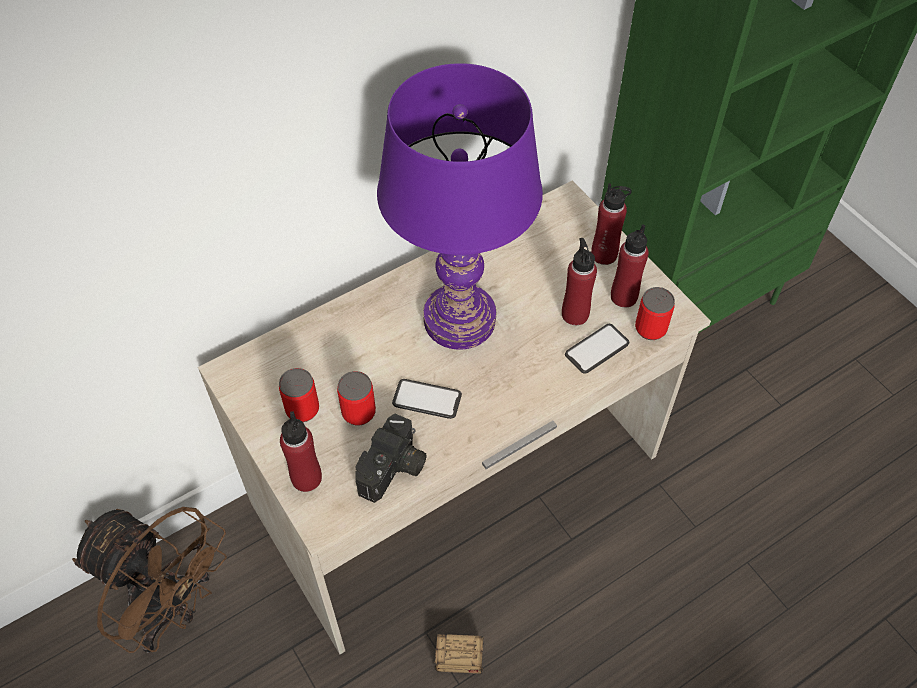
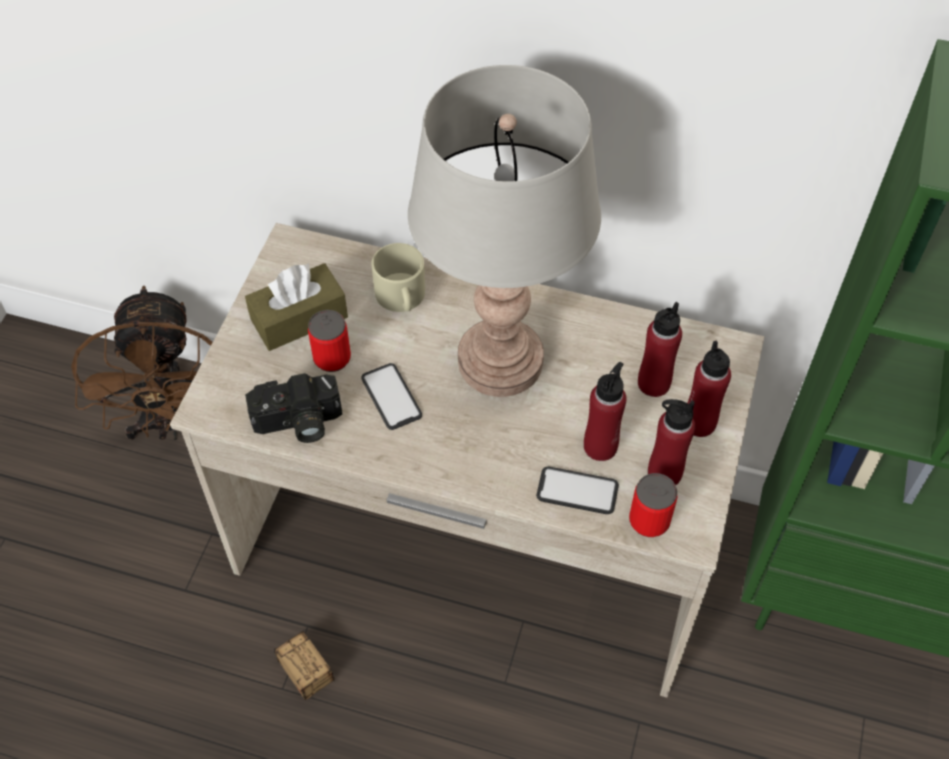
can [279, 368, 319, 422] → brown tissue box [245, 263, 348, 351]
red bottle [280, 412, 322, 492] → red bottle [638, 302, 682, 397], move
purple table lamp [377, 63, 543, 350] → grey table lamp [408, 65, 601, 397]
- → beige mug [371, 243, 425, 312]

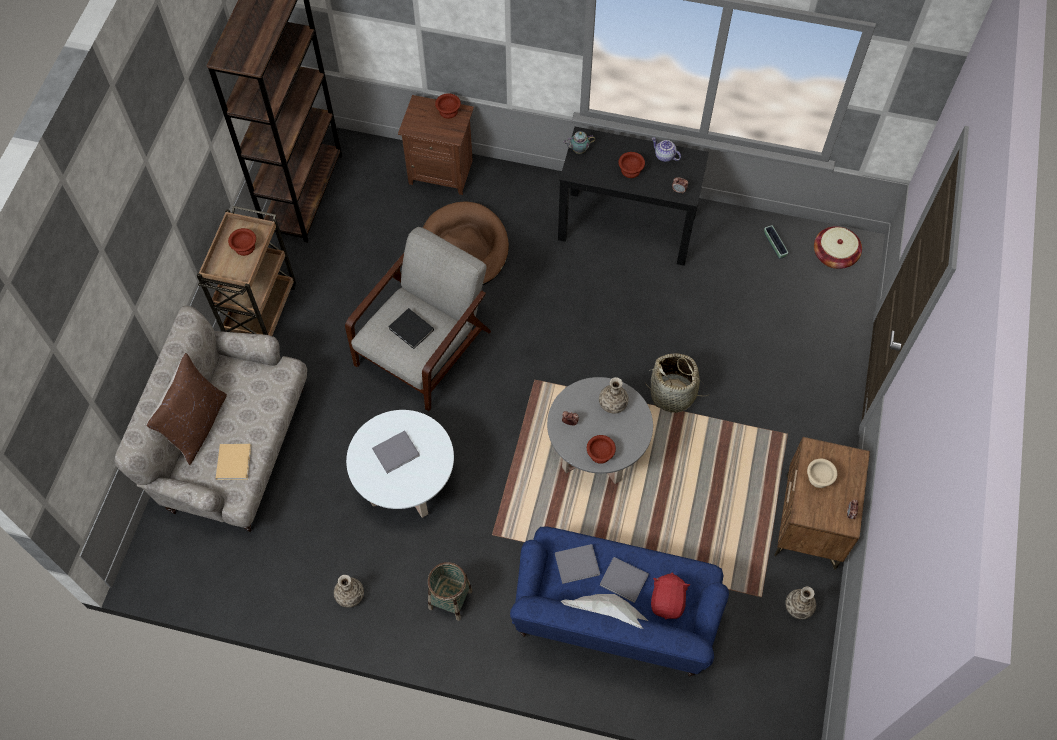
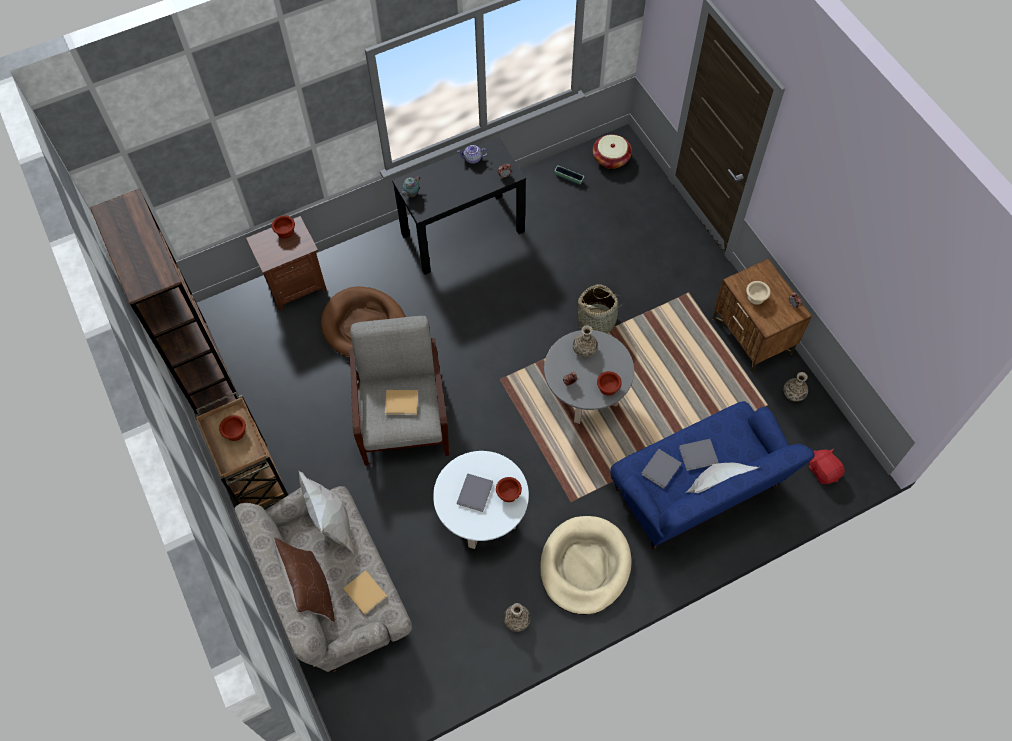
black book [388, 308, 434, 349] → beige book [385, 390, 418, 415]
basket [428, 562, 472, 621] → beige dog bed [540, 516, 632, 615]
brown bowl [618, 152, 645, 178] → brown bowl [496, 477, 522, 502], move
red plush toy [651, 573, 690, 619] → red plush toy [809, 448, 845, 484], move
- → white pillow [298, 470, 355, 555]

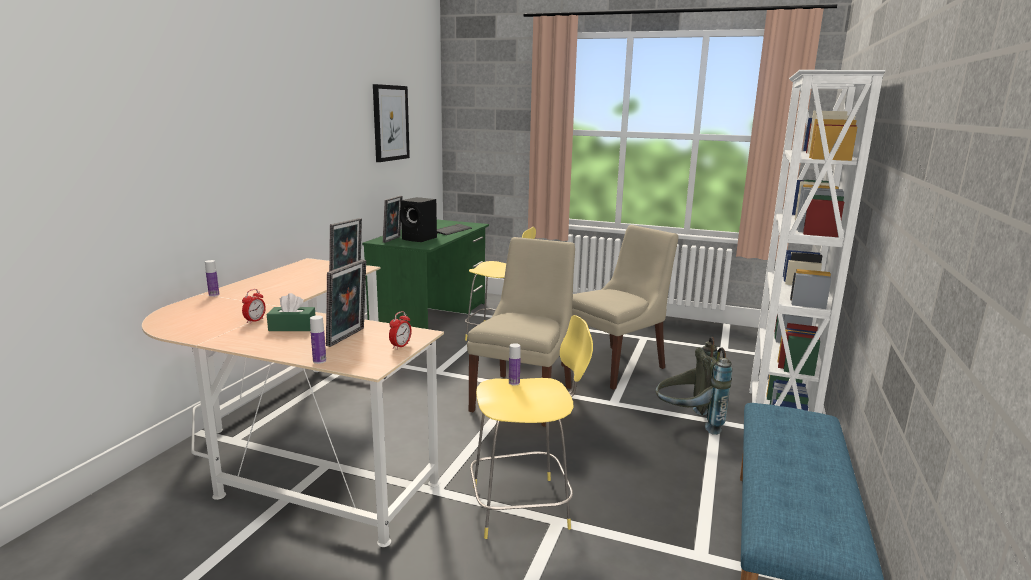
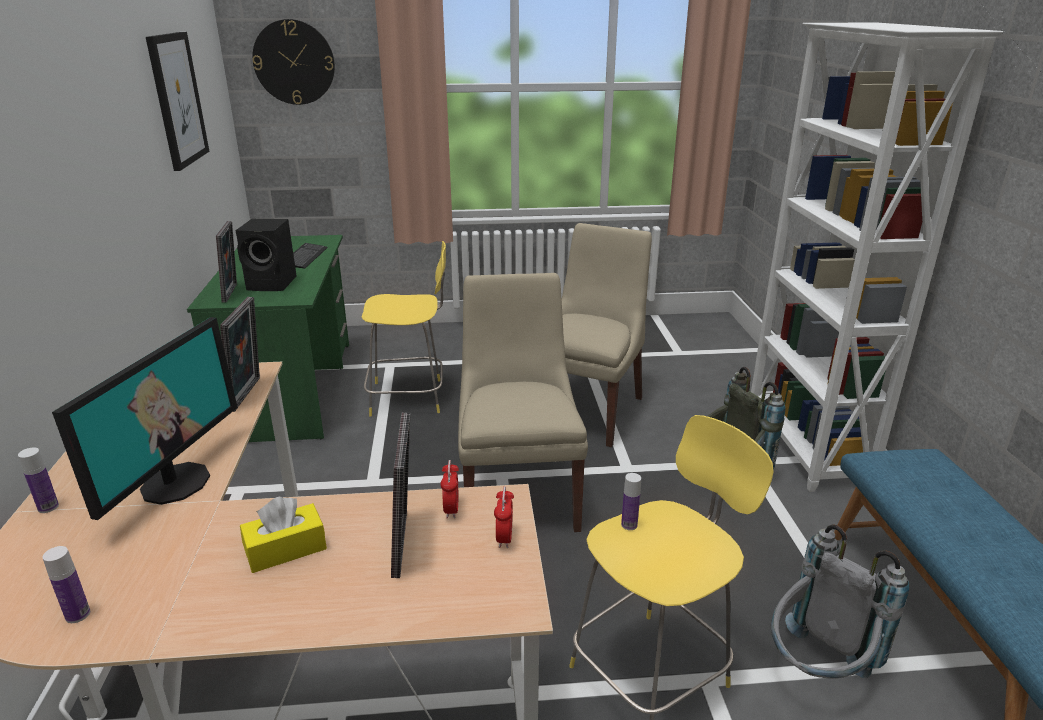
alarm clock [242, 289, 266, 324] → alarm clock [440, 460, 459, 518], move
green tissue box [267, 293, 316, 331] → yellow tissue box [240, 497, 327, 573]
bottle [310, 315, 326, 364] → bottle [42, 546, 90, 623], move
- → monitor [52, 317, 238, 520]
- → wall clock [252, 19, 335, 105]
- → grey backpack [771, 524, 909, 679]

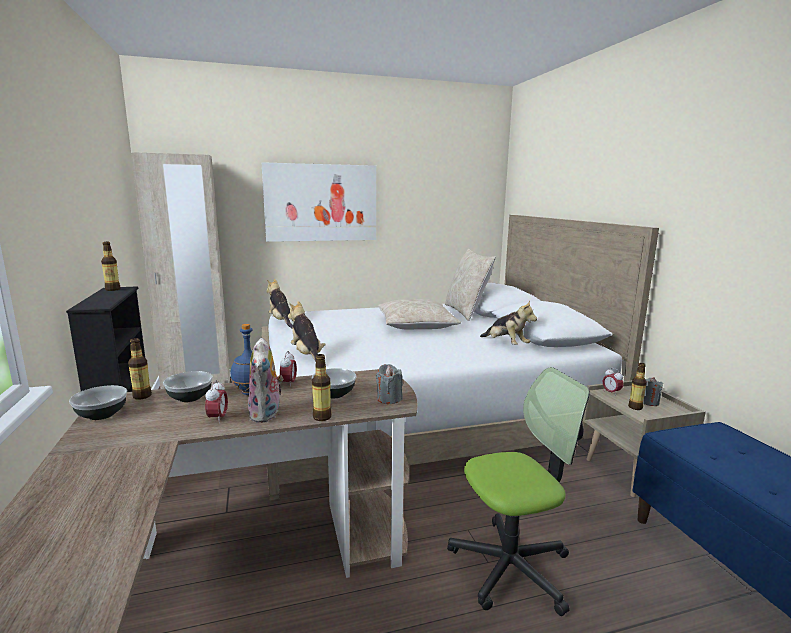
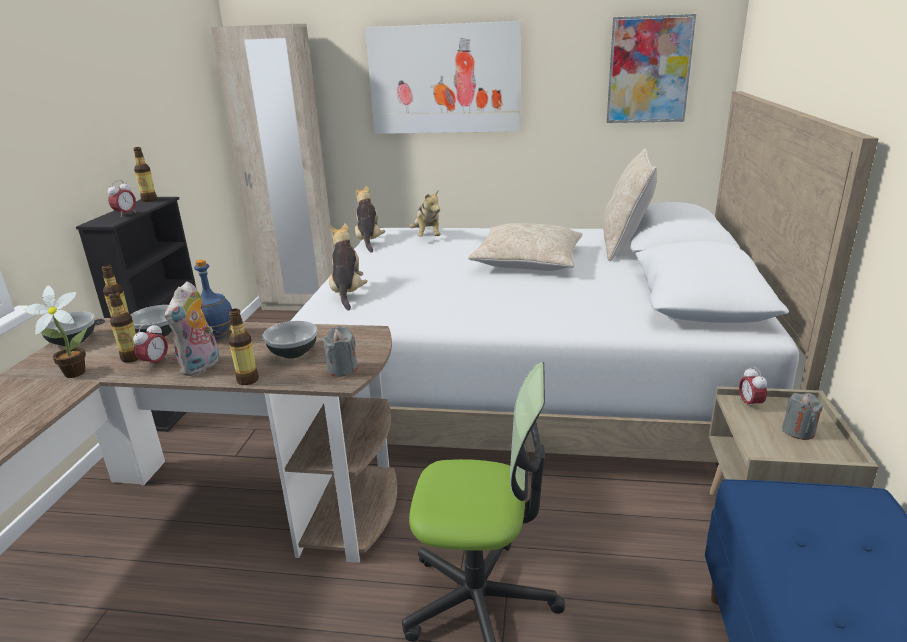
alarm clock [280, 351, 297, 387] → alarm clock [108, 180, 136, 217], move
plush toy [480, 300, 537, 345] → plush toy [410, 190, 440, 237], move
bottle [628, 363, 647, 410] → bottle [108, 291, 139, 363], move
- → potted plant [24, 286, 87, 378]
- → picture [607, 14, 696, 123]

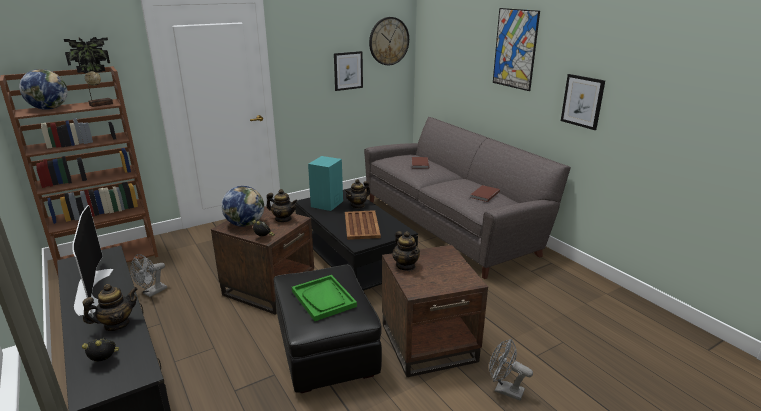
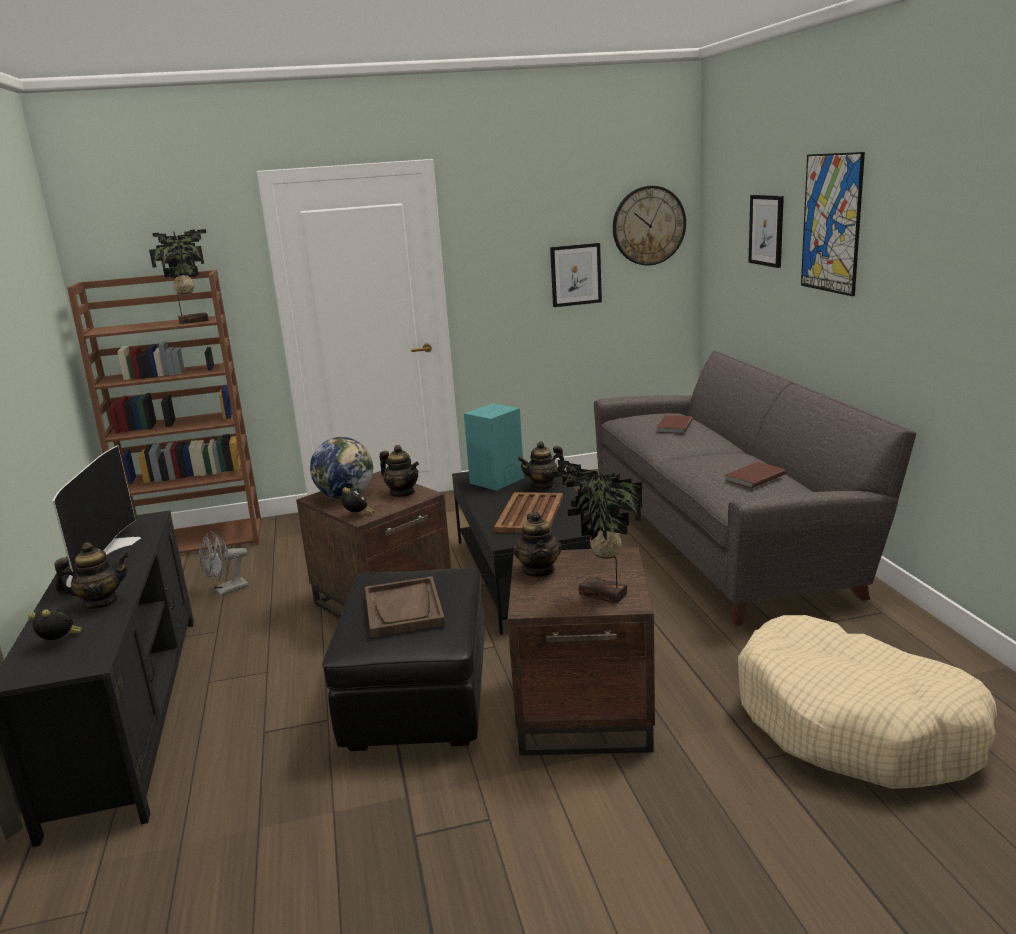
globe [19, 69, 68, 110] → -
green tray [292, 275, 357, 321] → brown tray [365, 576, 445, 637]
grey fan [489, 339, 533, 401] → -
picture [561, 74, 605, 130] → picture [748, 195, 784, 268], move
- → potted plant [553, 460, 642, 603]
- → beige dog bed [738, 615, 997, 789]

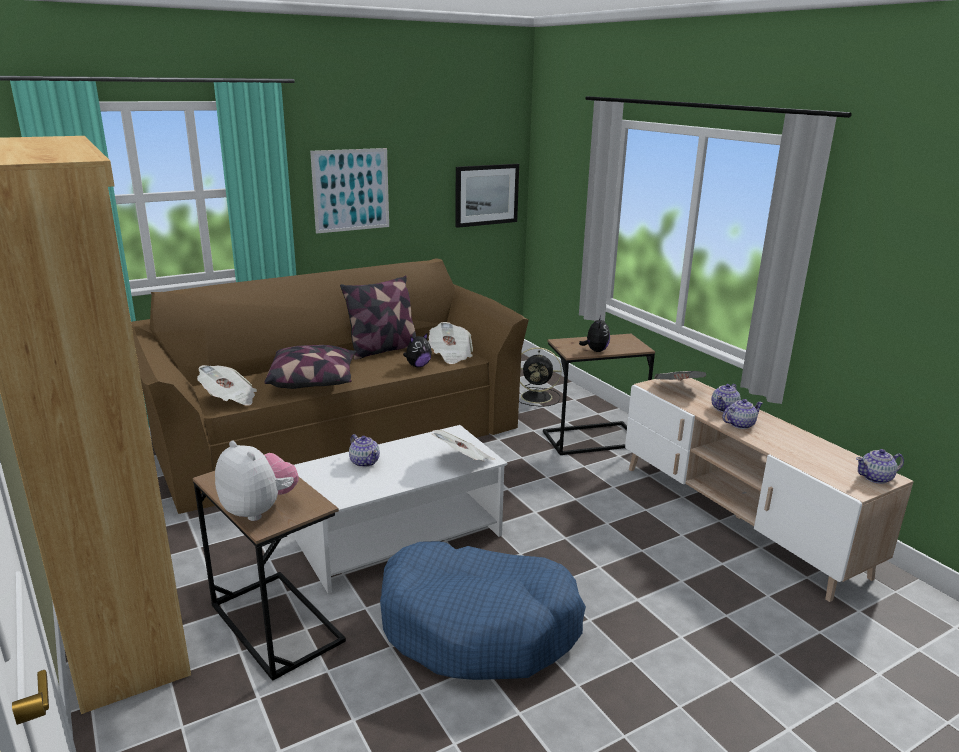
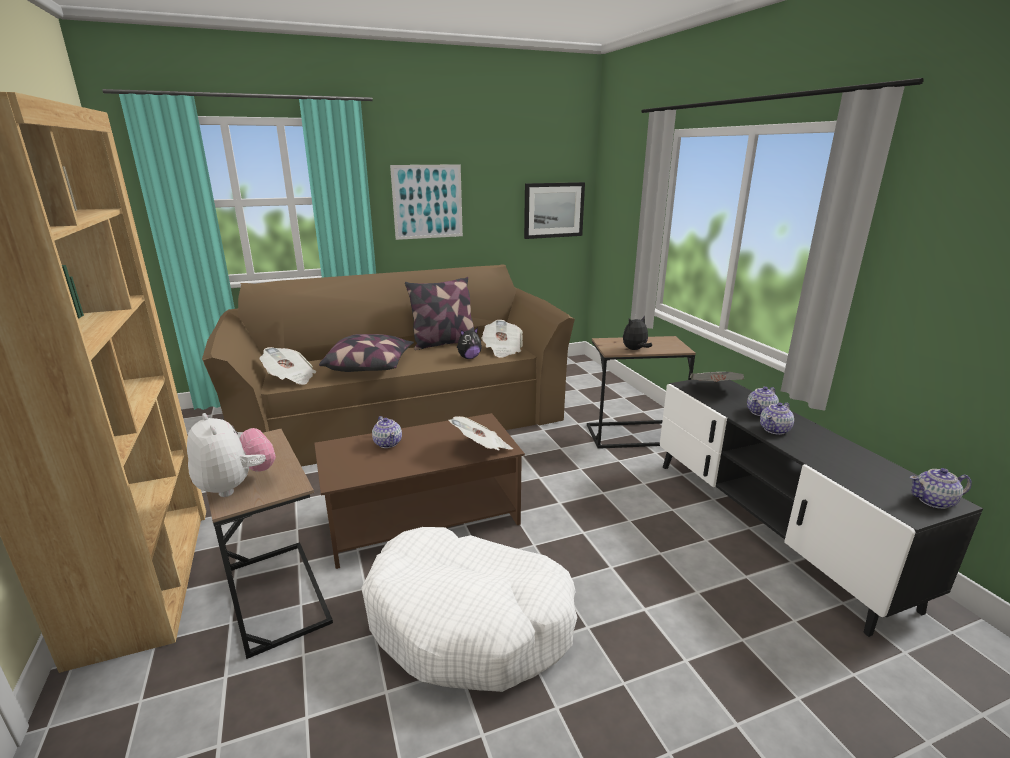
white coffee table [294, 425, 507, 594] → brown coffee table [314, 413, 525, 569]
blue dog bed [380, 541, 586, 680] → white dog bed [361, 527, 577, 692]
black fan [519, 347, 562, 407] → -
plush toy [579, 316, 610, 352] → plush toy [623, 316, 652, 350], 135 degrees counterclockwise
beige tv stand [625, 378, 914, 602] → black tv stand [660, 379, 983, 637]
teapot [722, 399, 763, 429] → teapot [760, 402, 794, 435], 150 degrees clockwise

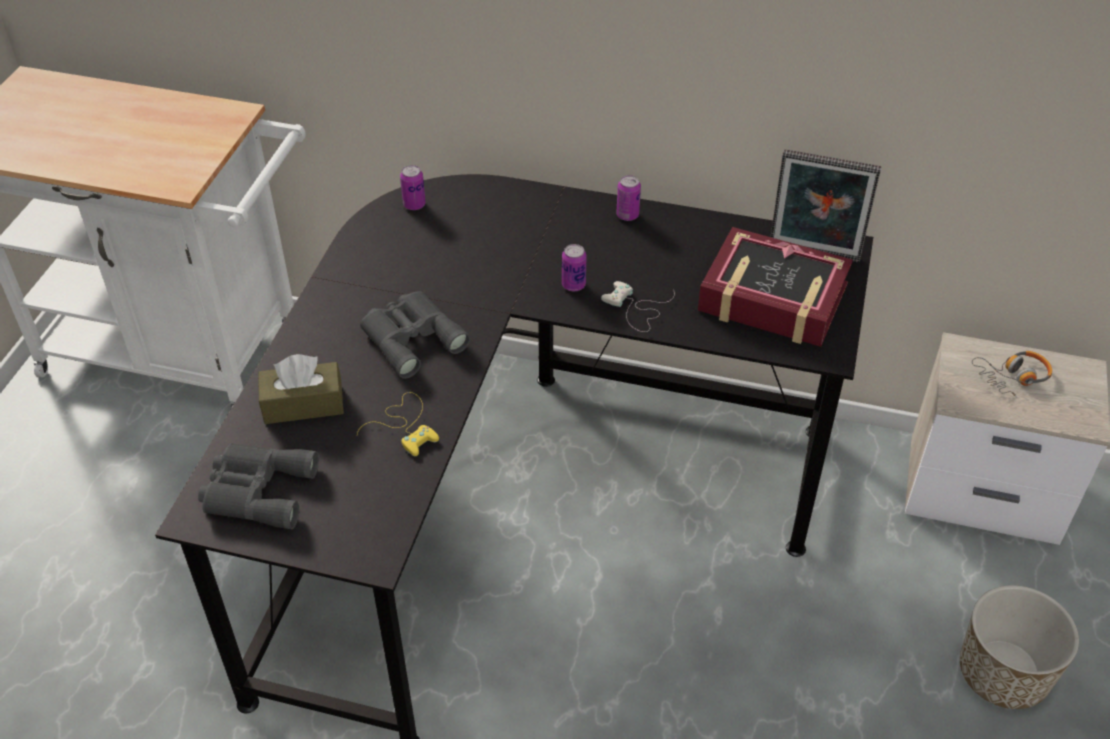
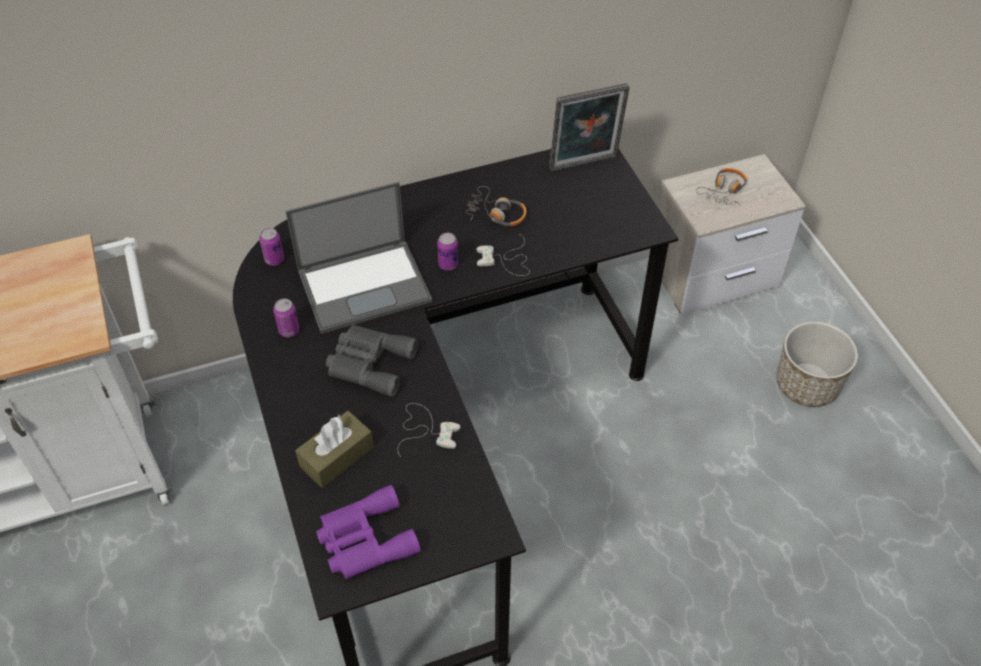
grey binoculars [198, 443, 319, 529] → purple binoculars [316, 485, 421, 579]
yellow game controller [357, 392, 439, 456] → white game controller [398, 403, 461, 457]
can [616, 175, 641, 221] → can [273, 298, 299, 337], move
book [698, 227, 853, 347] → -
- → laptop [285, 182, 432, 334]
- → headphones [466, 186, 527, 227]

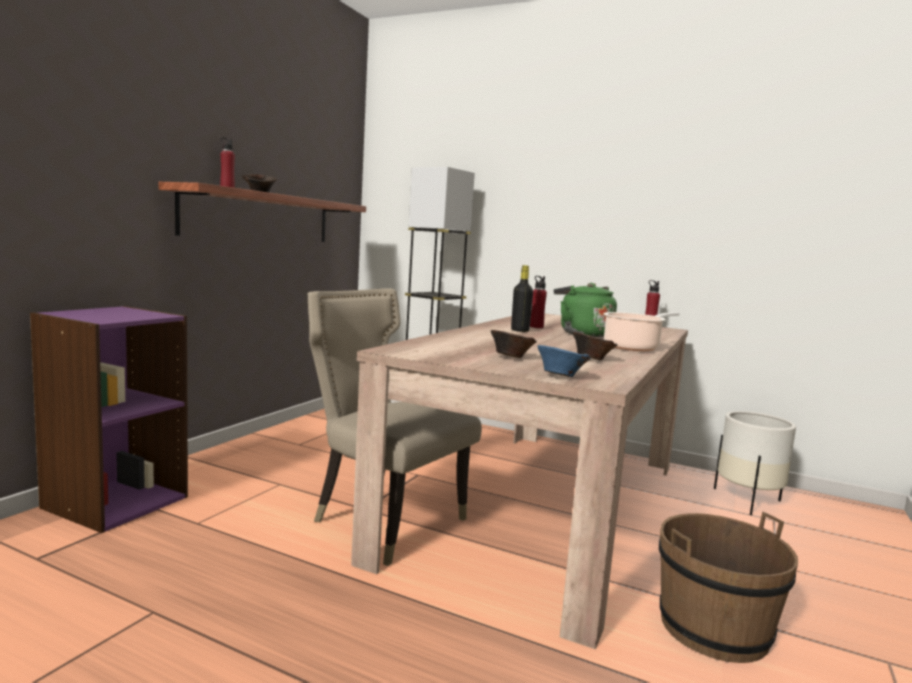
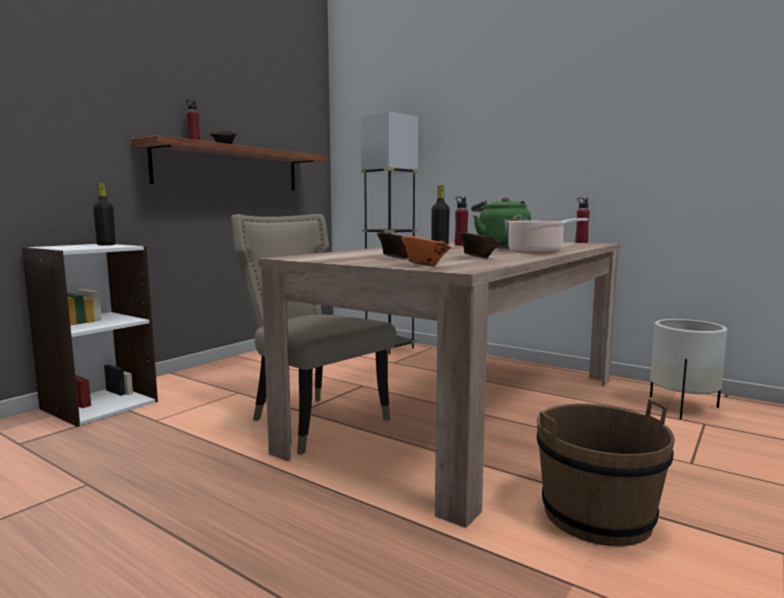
purple bookcase [30, 306, 188, 533] → white bookcase [21, 244, 158, 427]
blue bowl [537, 345, 591, 377] → orange bowl [401, 236, 451, 266]
- → black bottle [93, 183, 116, 246]

